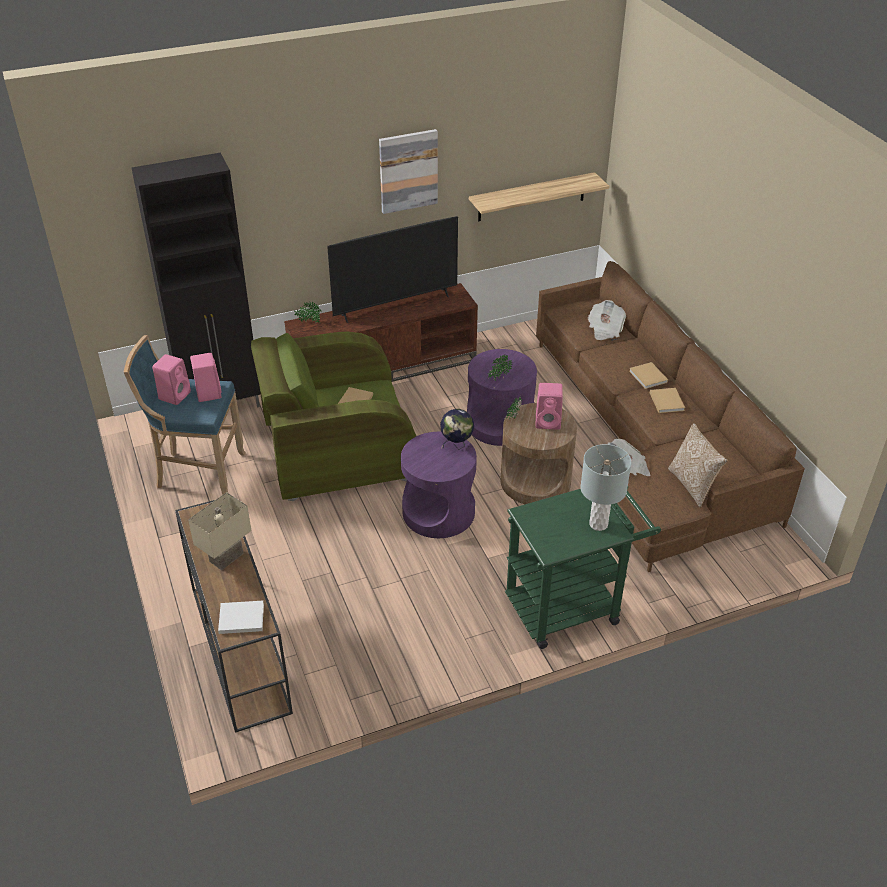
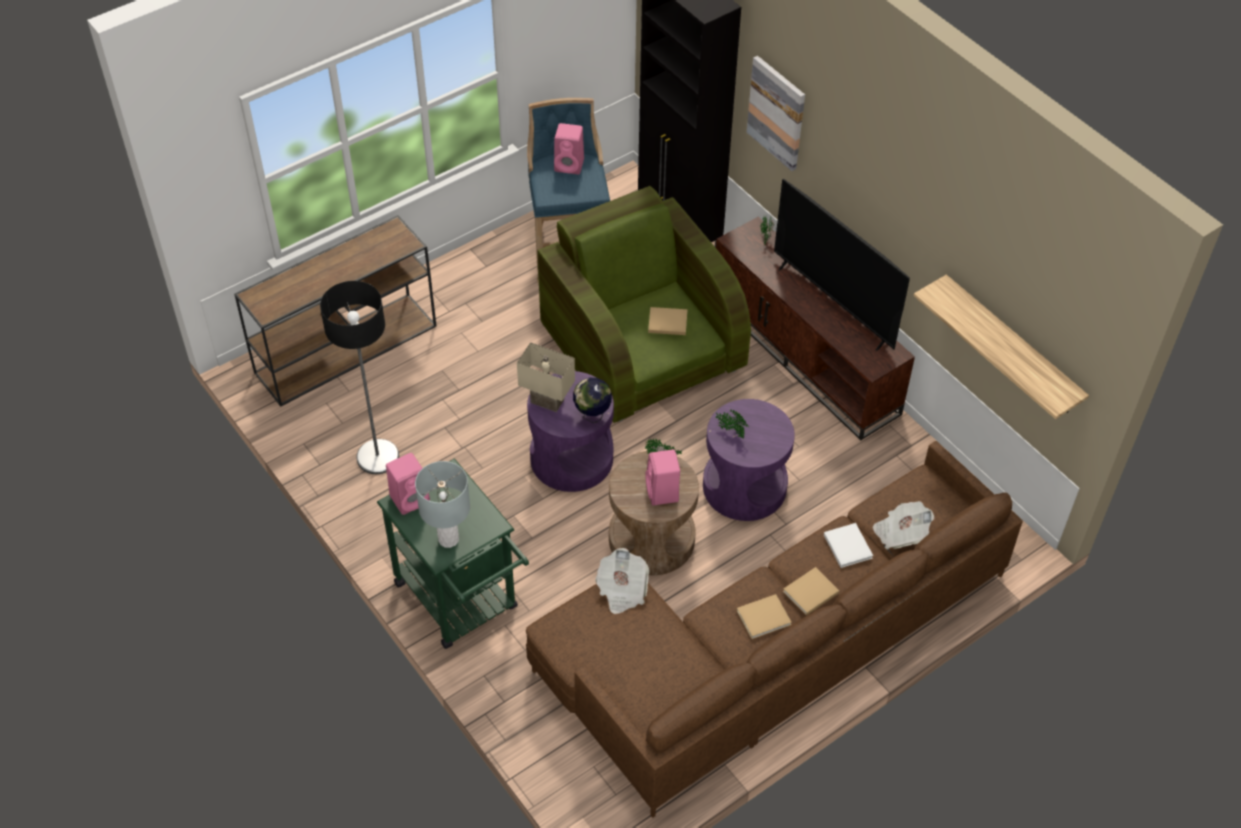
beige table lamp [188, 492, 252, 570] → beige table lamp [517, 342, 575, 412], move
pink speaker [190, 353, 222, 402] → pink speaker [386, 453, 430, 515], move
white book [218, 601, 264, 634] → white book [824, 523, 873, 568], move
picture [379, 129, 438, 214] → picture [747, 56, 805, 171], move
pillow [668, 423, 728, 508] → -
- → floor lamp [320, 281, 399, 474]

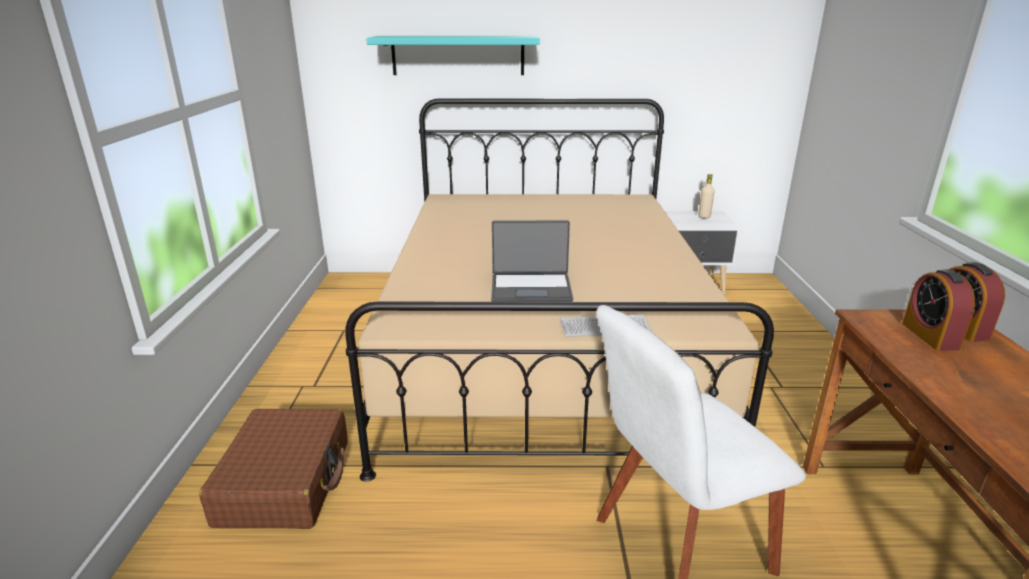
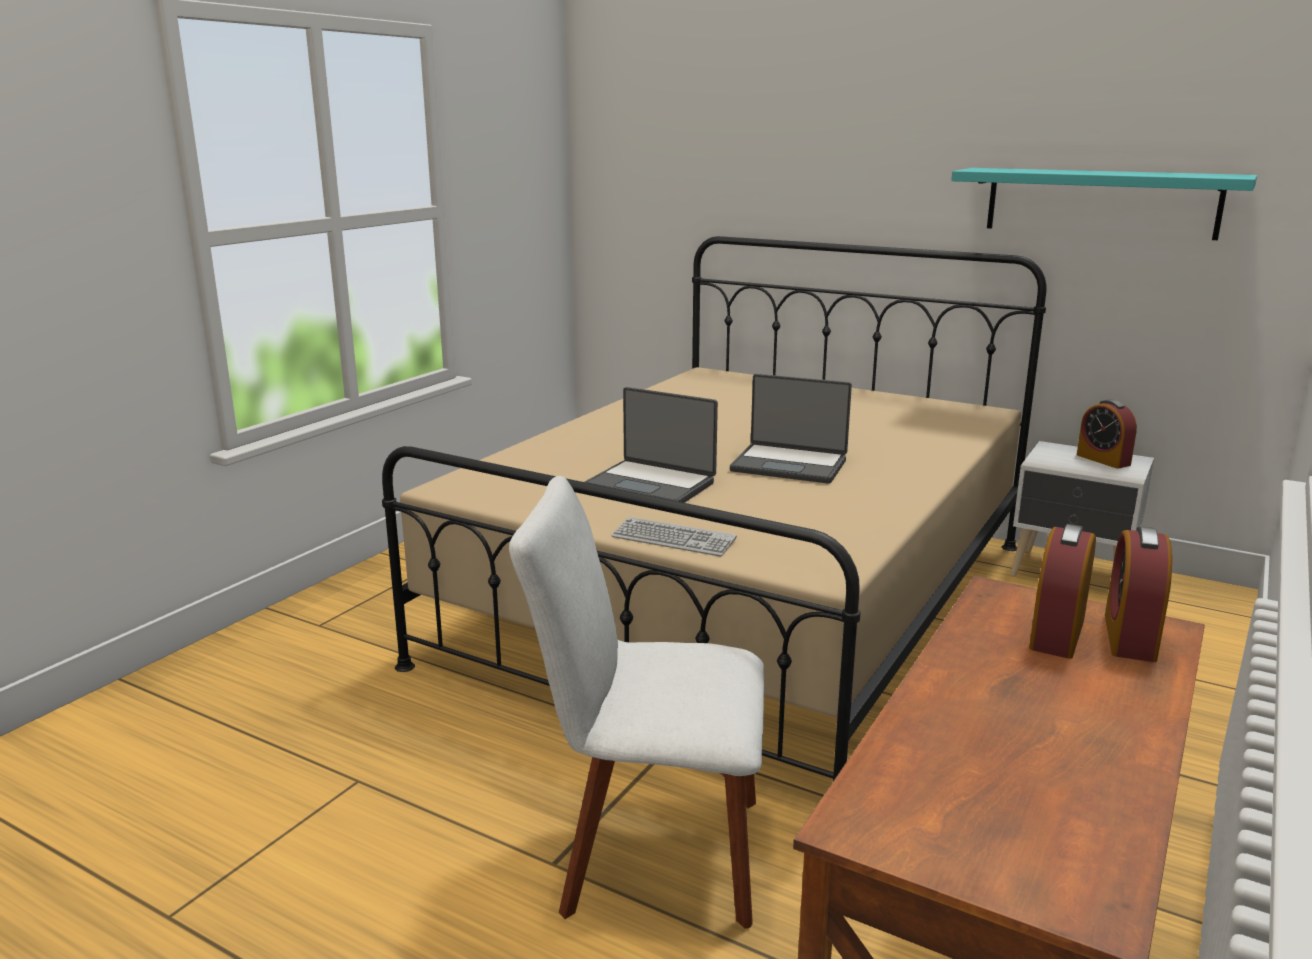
brown suitcase [199, 409, 348, 529] → -
turquoise shelf [366, 36, 540, 75] → turquoise shelf [951, 168, 1257, 240], move
beige bottle [698, 174, 715, 219] → alarm clock [1077, 399, 1137, 469]
- → laptop [730, 374, 852, 484]

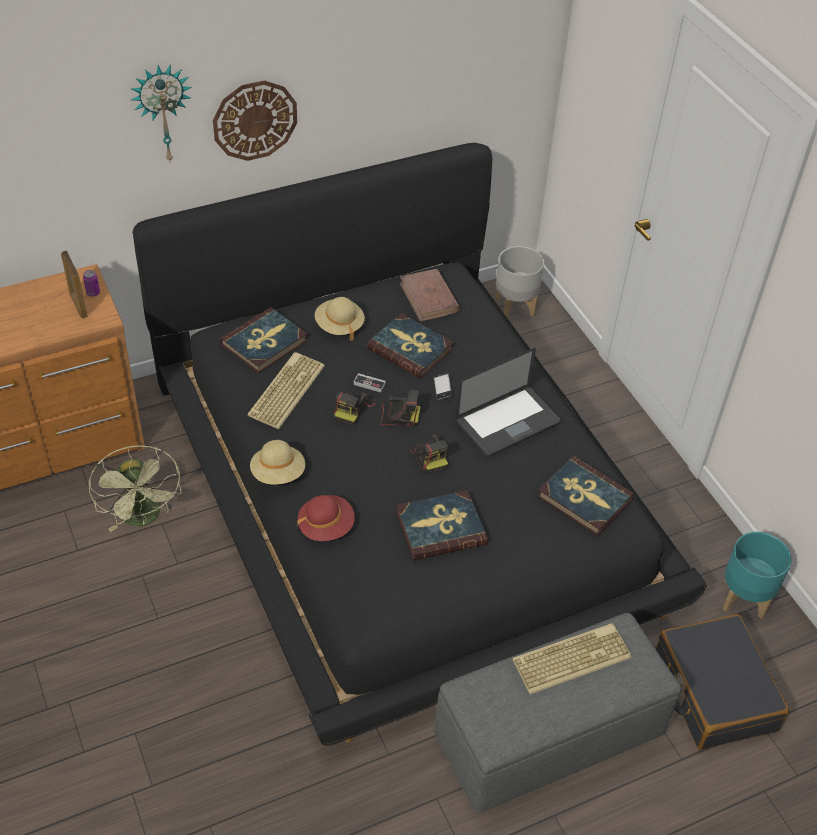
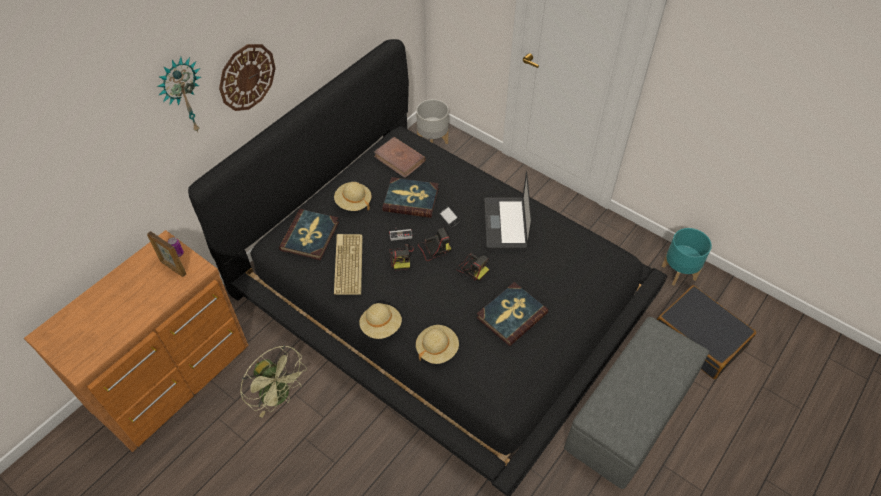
red hat [297, 495, 355, 541] → beige hat [416, 325, 459, 364]
laptop [456, 348, 561, 457] → laptop [484, 172, 532, 249], 150 degrees clockwise
keyboard [512, 623, 632, 694] → -
book [537, 456, 634, 536] → -

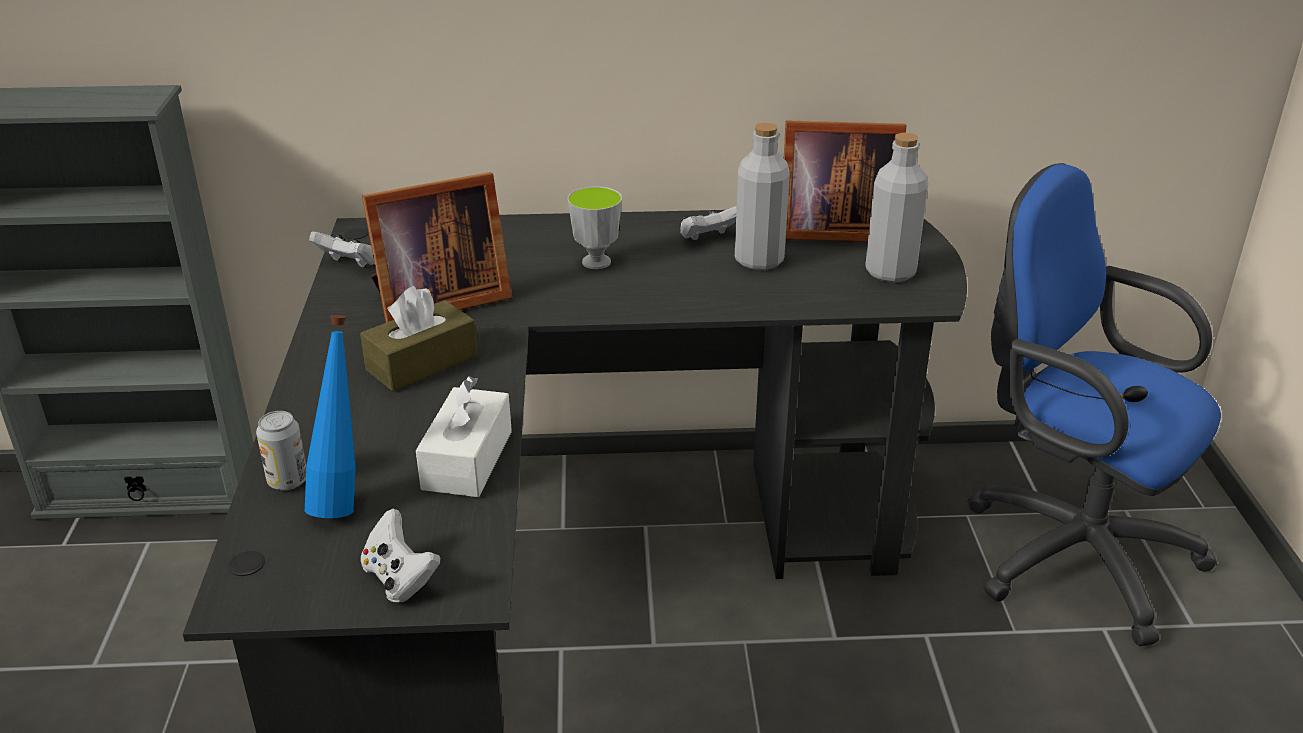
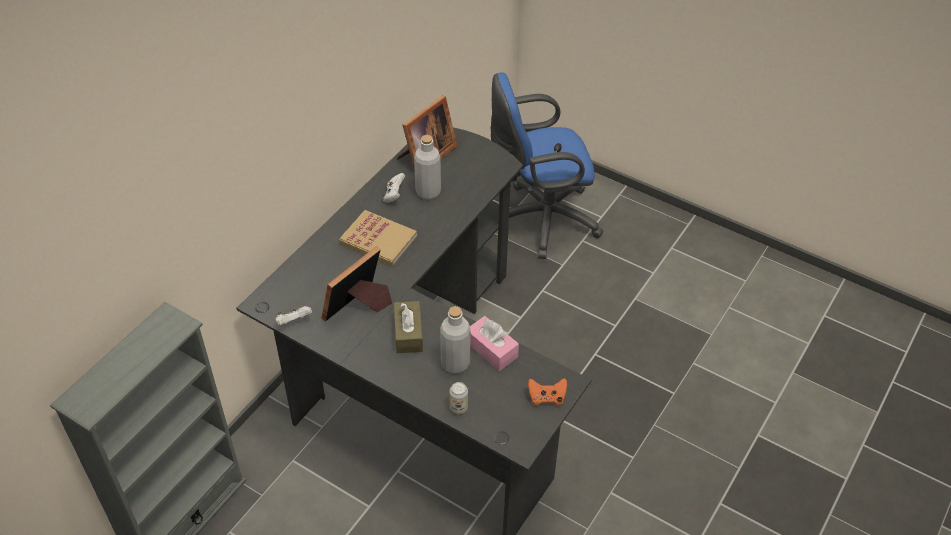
blue bottle [305, 315, 356, 518] → -
white game controller [361, 508, 441, 603] → orange game controller [528, 378, 567, 405]
picture frame [362, 172, 512, 323] → picture frame [321, 246, 392, 322], 150 degrees counterclockwise
white tissue box [416, 376, 512, 497] → pink tissue box [470, 316, 519, 371]
cup [567, 186, 622, 269] → book [339, 210, 417, 266]
grey bottle [865, 133, 928, 283] → grey bottle [440, 306, 471, 374], move

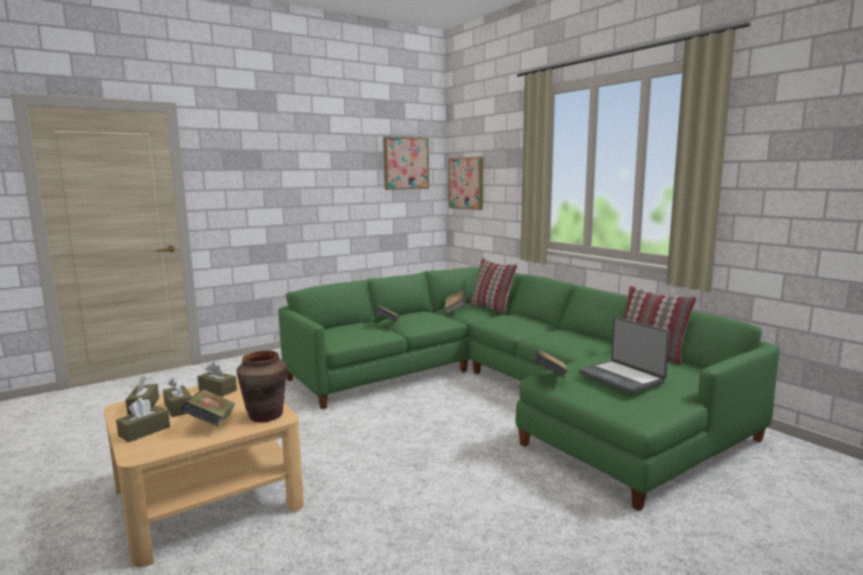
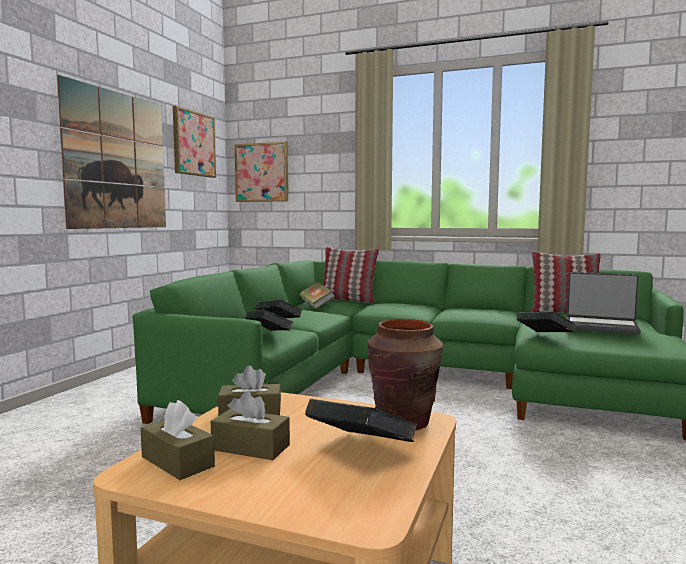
brown tissue box [116, 398, 170, 442] → -
- → picture [57, 75, 166, 229]
- → book [245, 310, 294, 331]

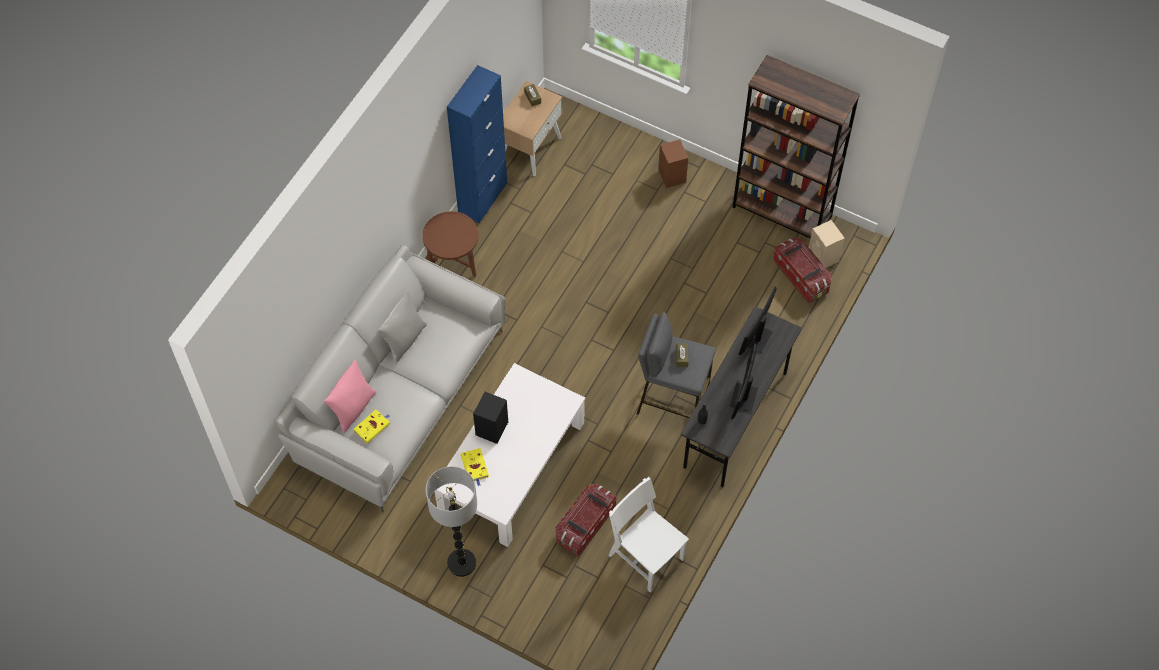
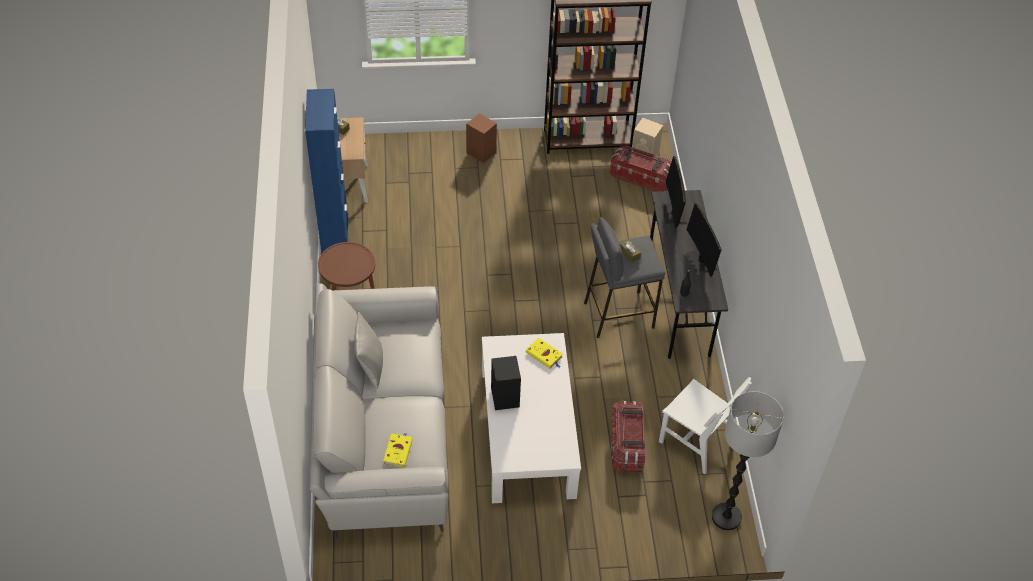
pink pillow [324, 359, 376, 433] → -
floor lamp [426, 466, 477, 577] → floor lamp [712, 391, 784, 531], move
yellow book [461, 448, 489, 486] → yellow book [526, 338, 563, 369], move
white chair [608, 477, 689, 593] → white chair [659, 377, 752, 474], 150 degrees counterclockwise

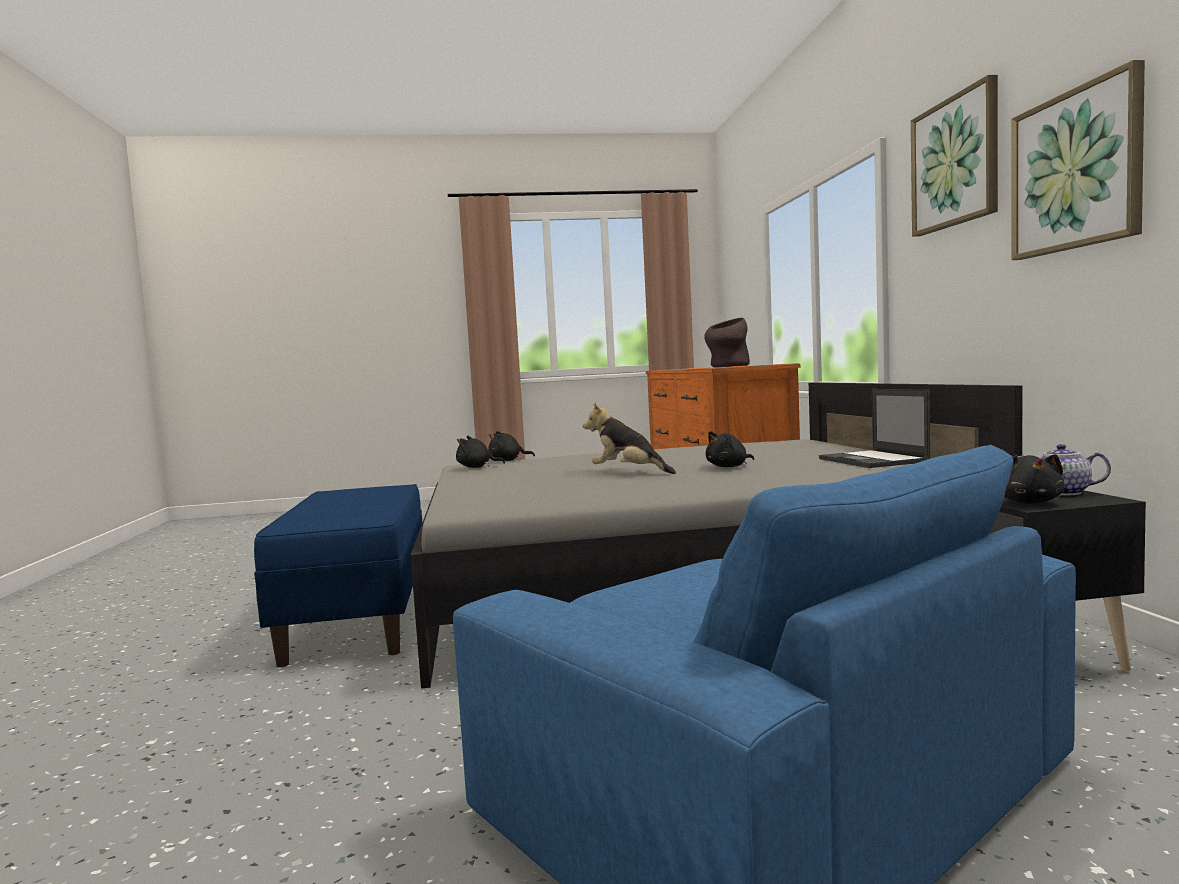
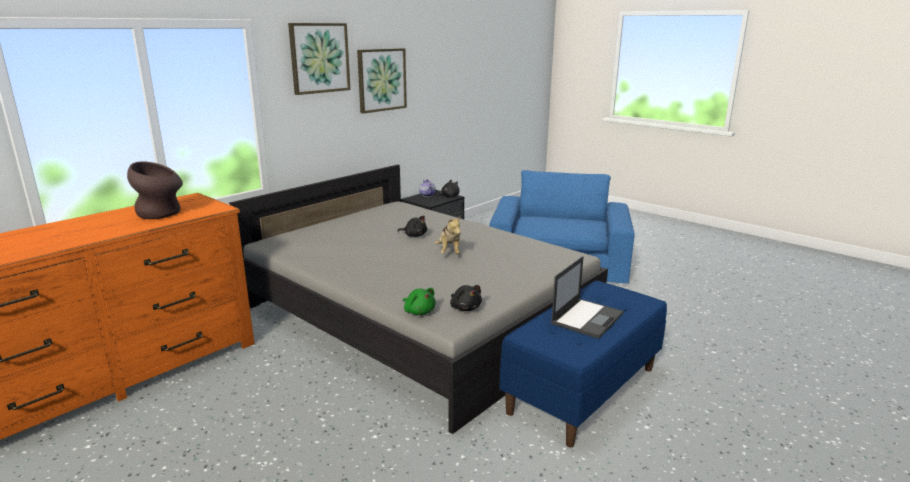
black plush toy [488, 431, 535, 461] → green plush toy [403, 288, 436, 315]
laptop [819, 389, 931, 468] → laptop [551, 256, 624, 339], move

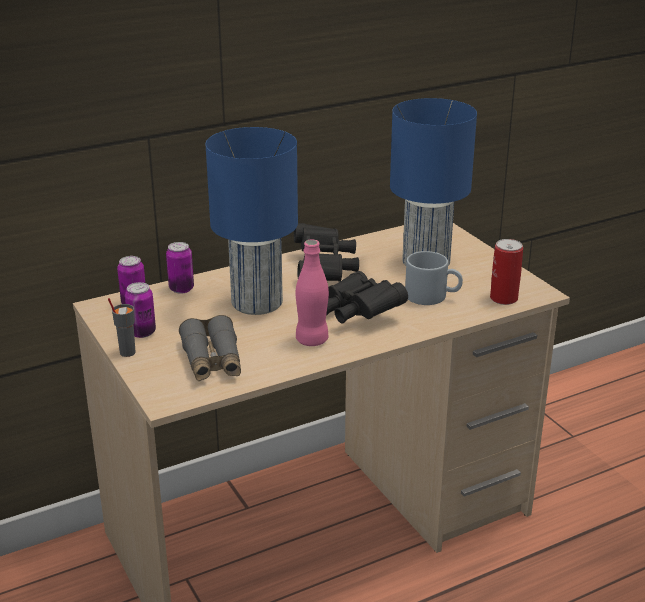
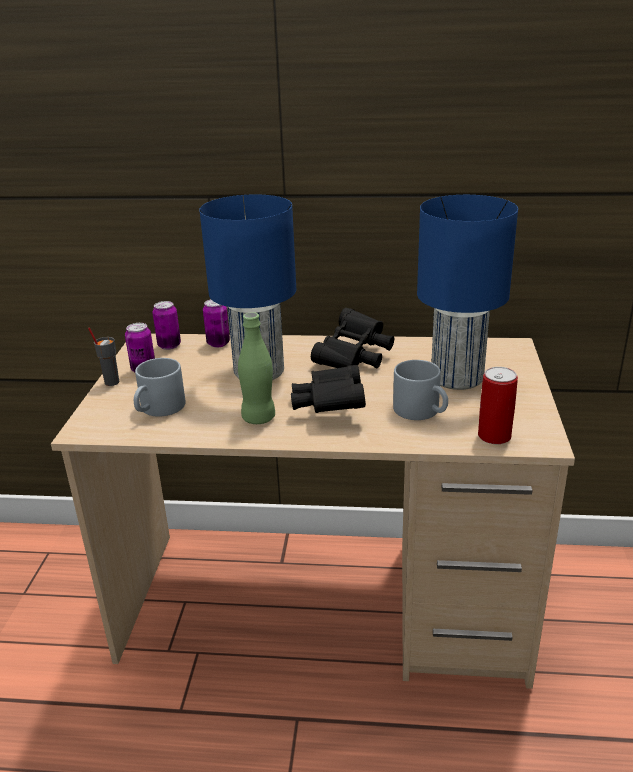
grey binoculars [179, 315, 241, 381] → grey mug [134, 358, 185, 417]
pink bottle [296, 239, 329, 346] → green bottle [238, 312, 275, 424]

